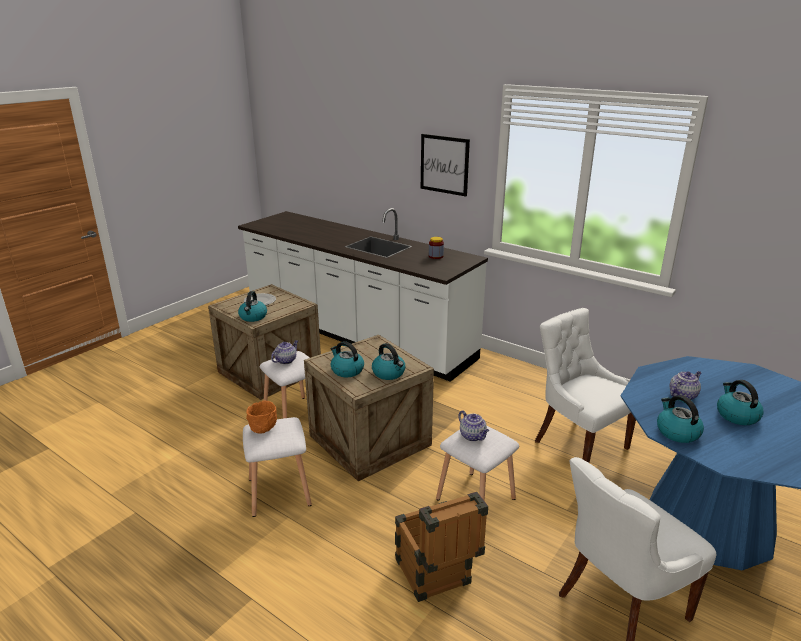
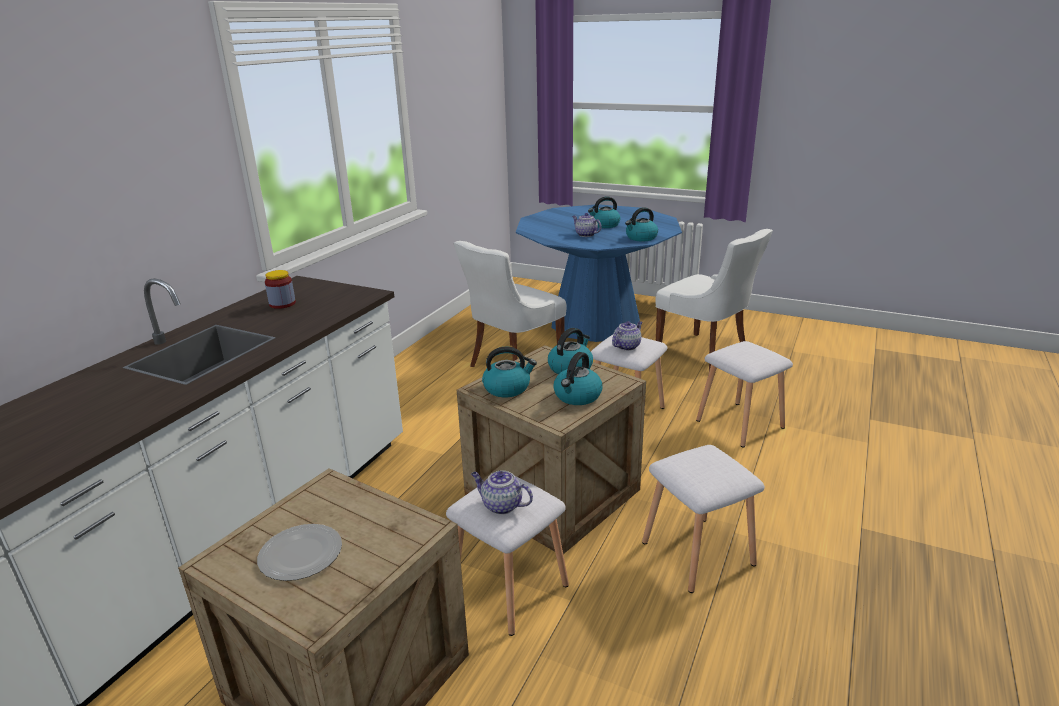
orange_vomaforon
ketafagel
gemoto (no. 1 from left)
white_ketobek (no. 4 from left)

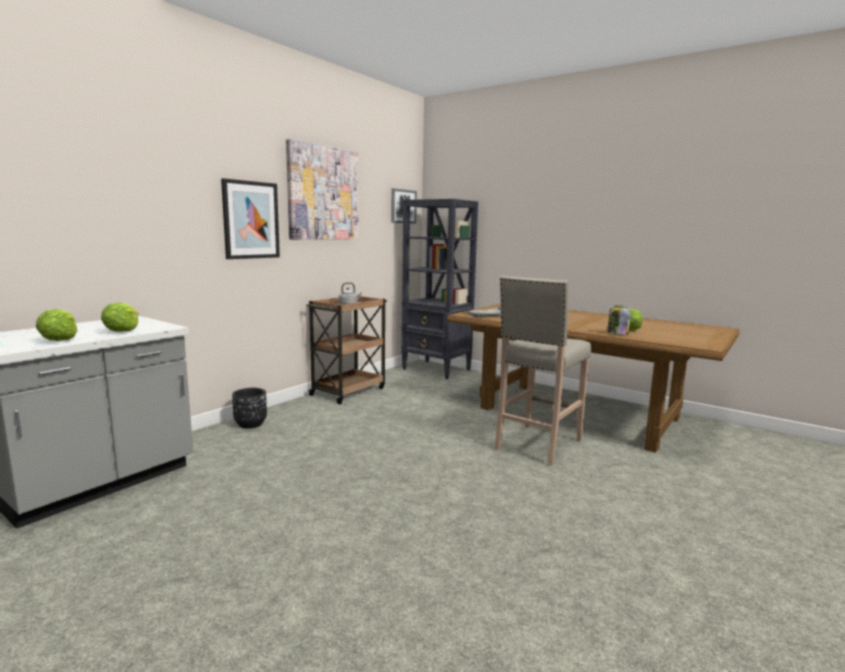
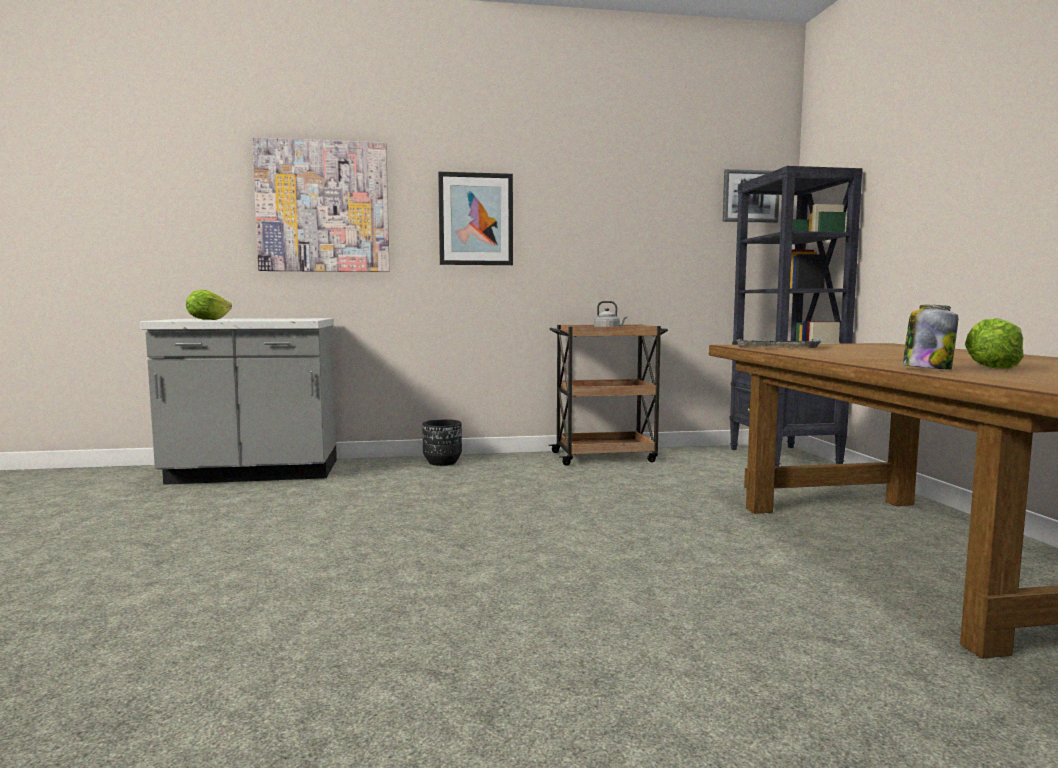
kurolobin (no. 2 from left in the first image)
beige_ketobek
ketafagel (no. 1 from left)

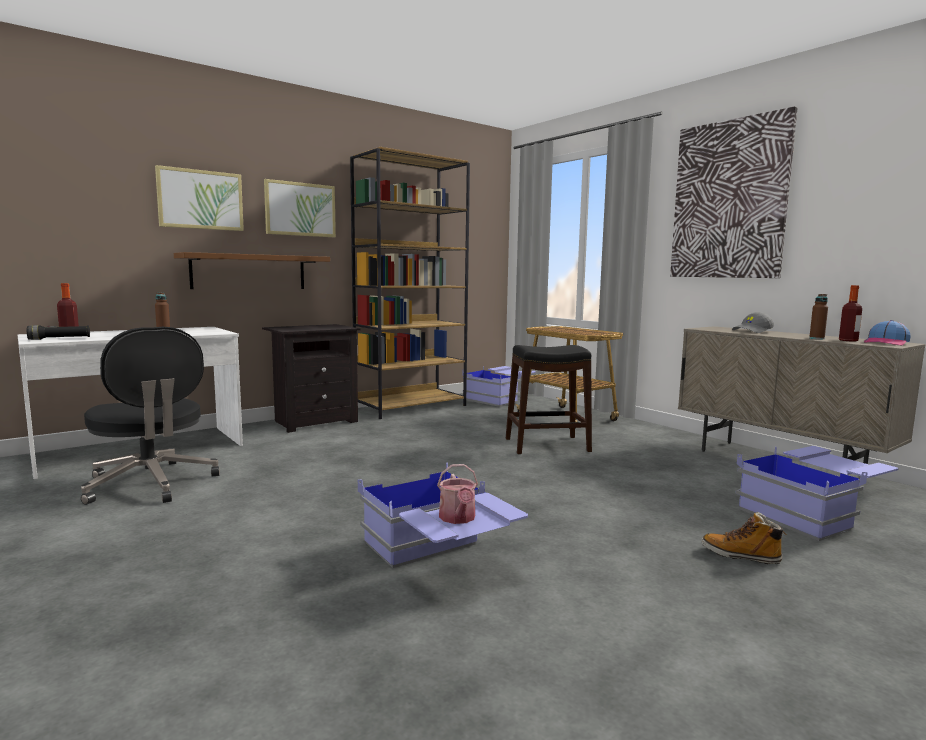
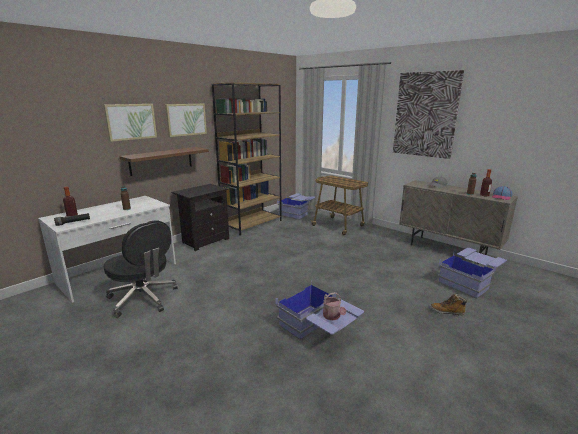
black_ketobek

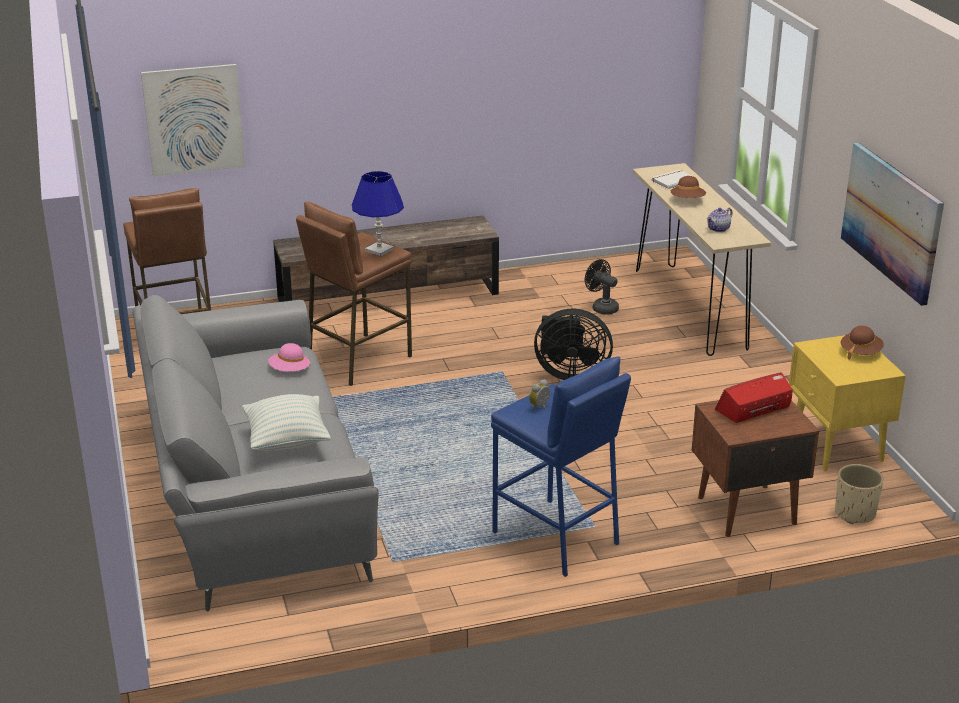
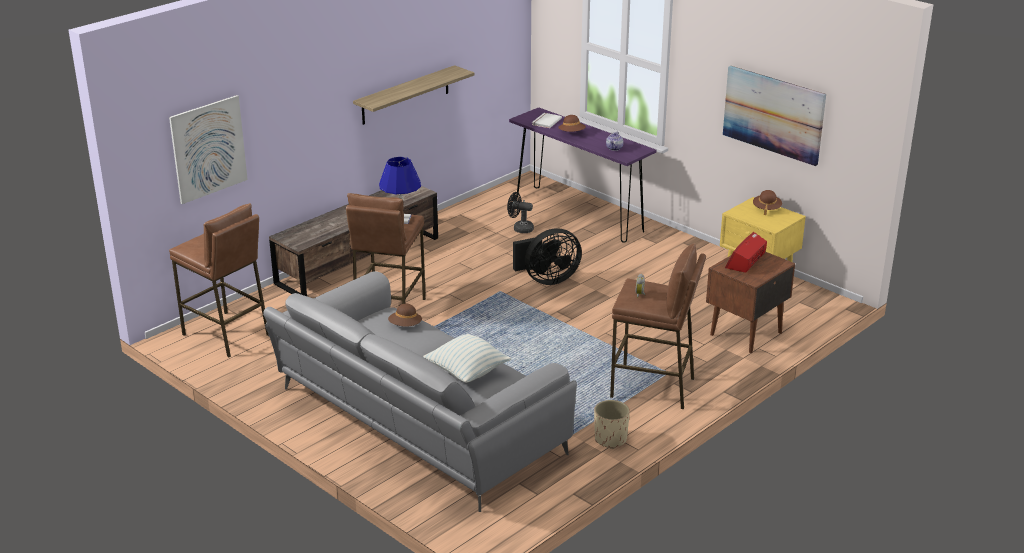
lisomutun
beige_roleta
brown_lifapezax (no. 1 from left)
brown_ketobek (no. 3 from left)
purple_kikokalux

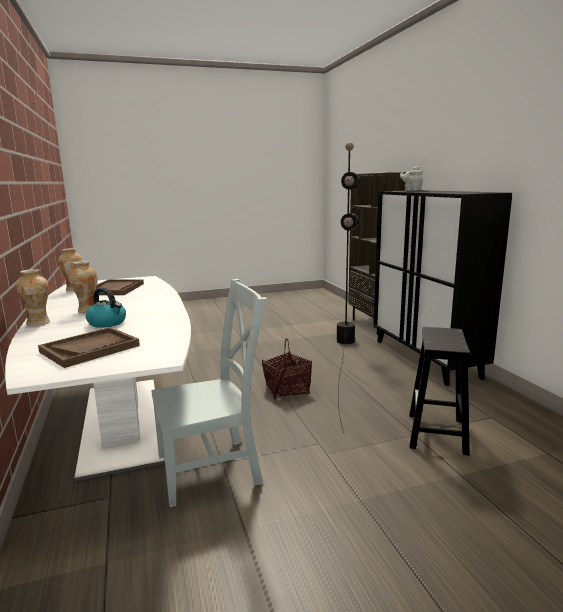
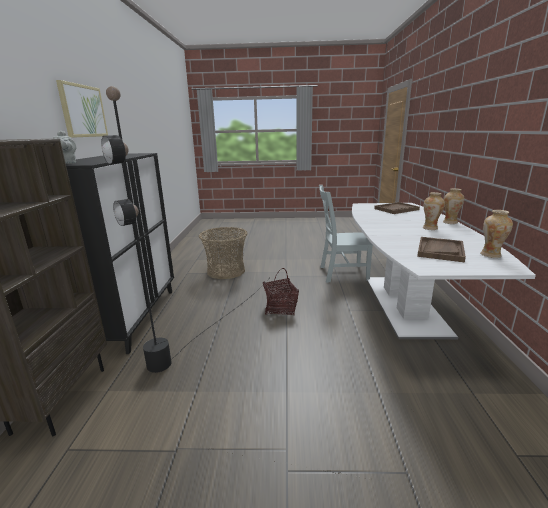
gemoto
ketafagel
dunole (no. 1 from left)

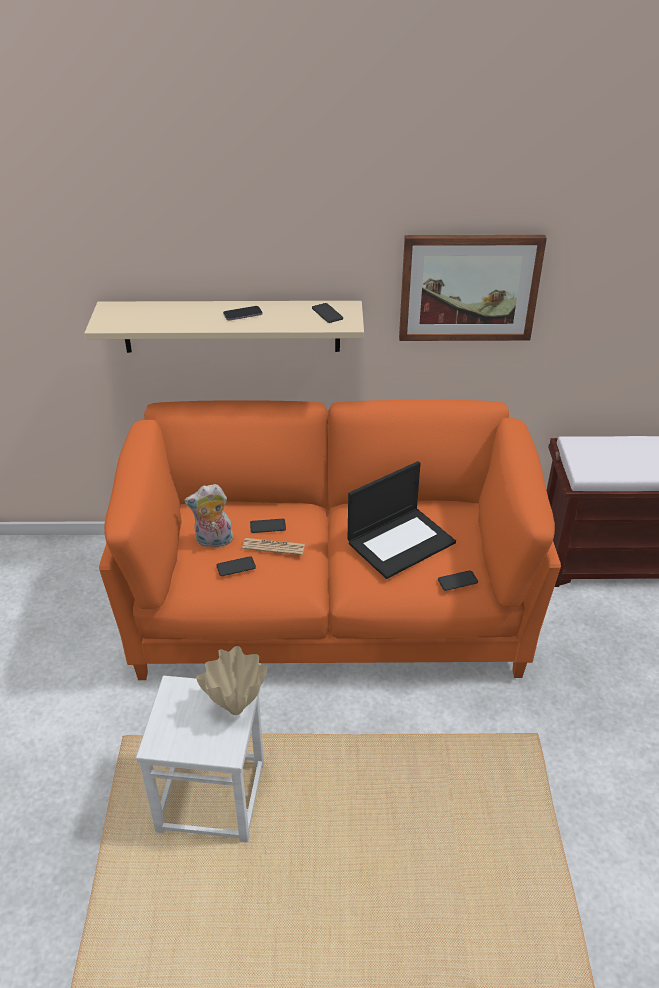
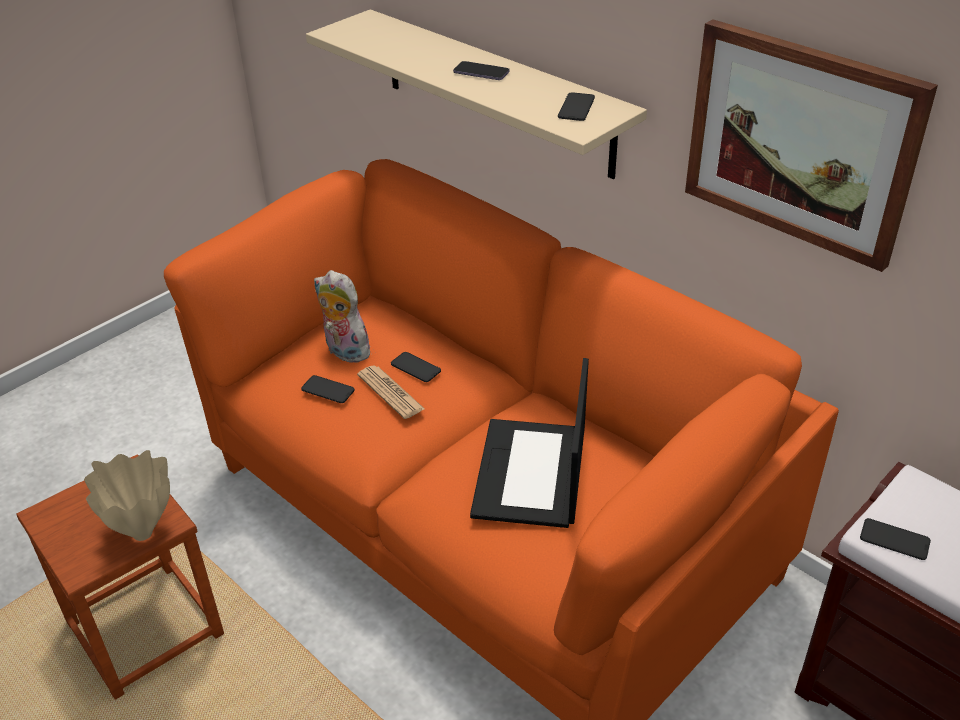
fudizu (no. 5 from left)
brown_ketobek
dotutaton

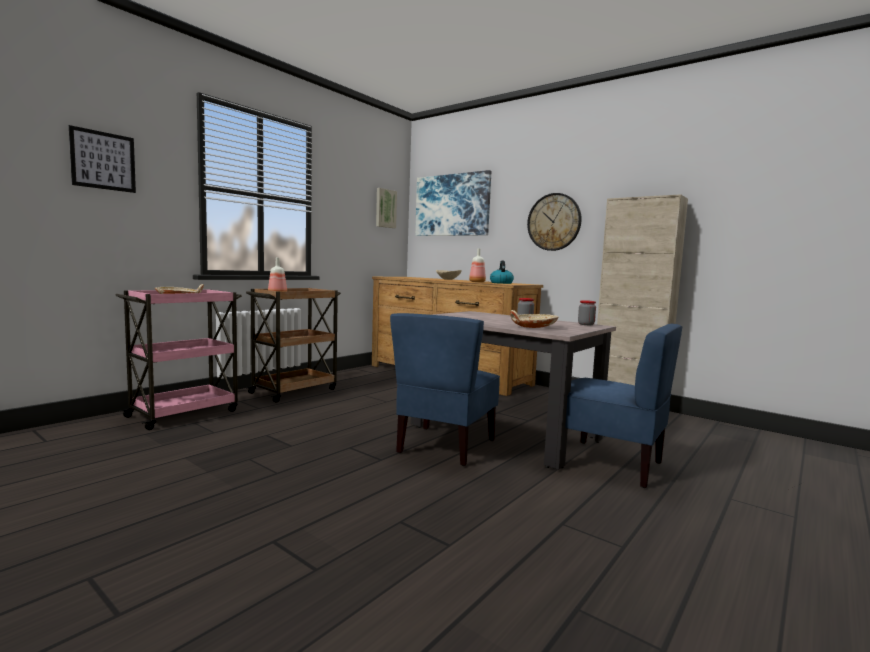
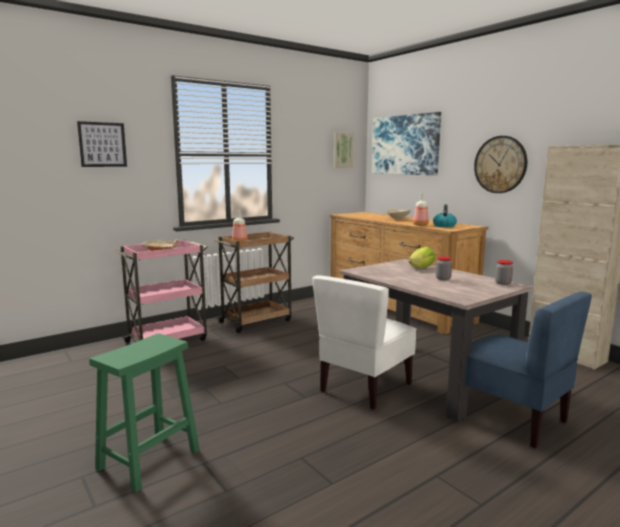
beige_vomaforon (no. 3 from left in the first image)
green_ketobek
kurolobin
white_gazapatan

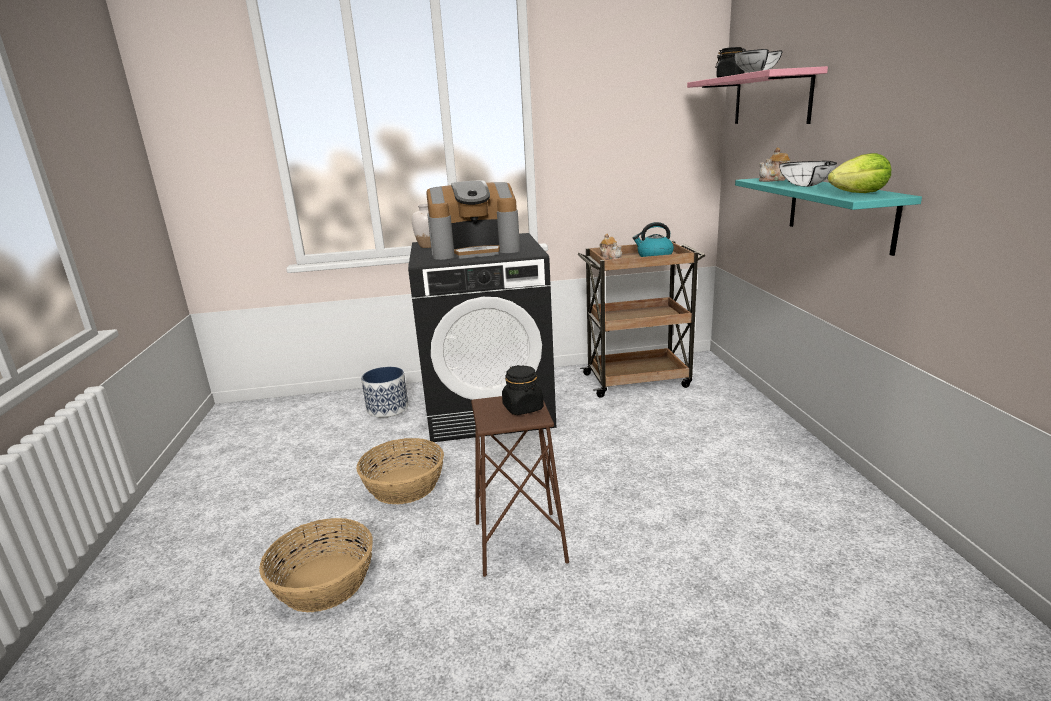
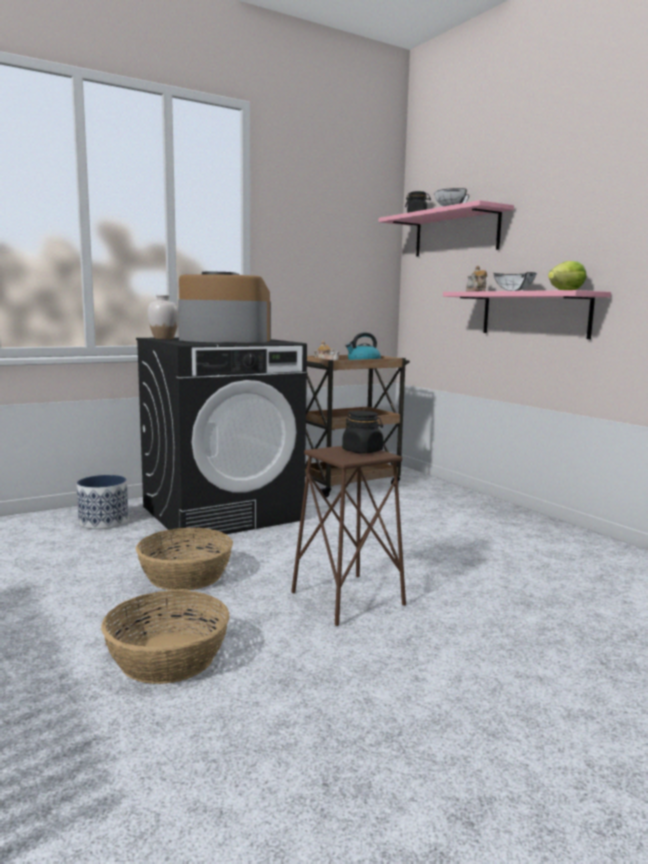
pink_lisomutun (no. 2 from left)
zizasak

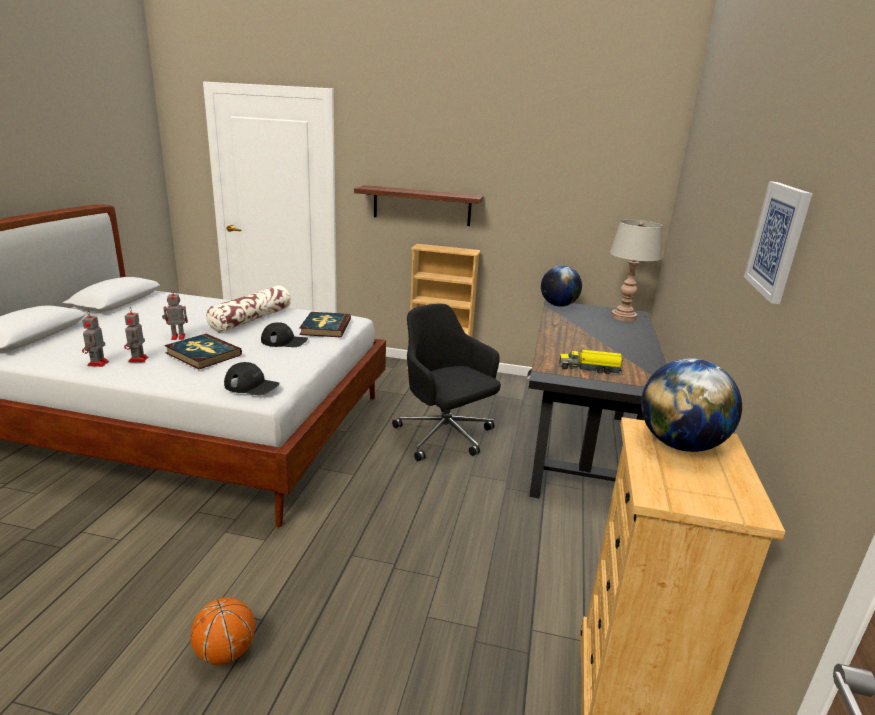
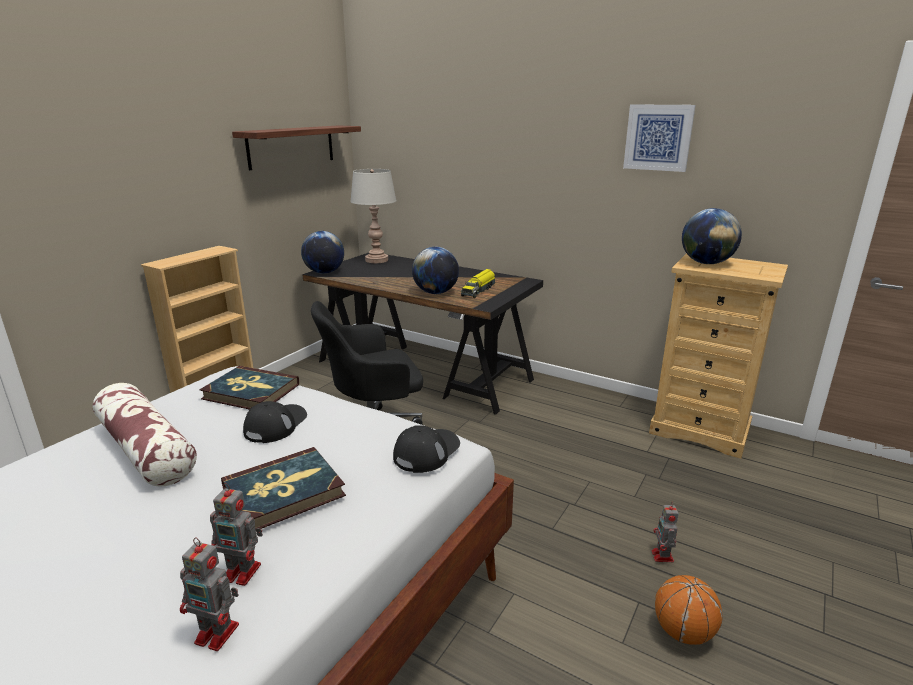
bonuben (no. 2 from left)
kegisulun (no. 3 from left)
lisomutun

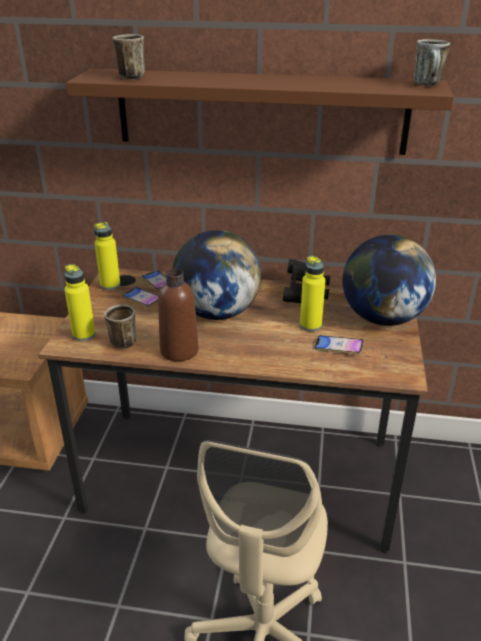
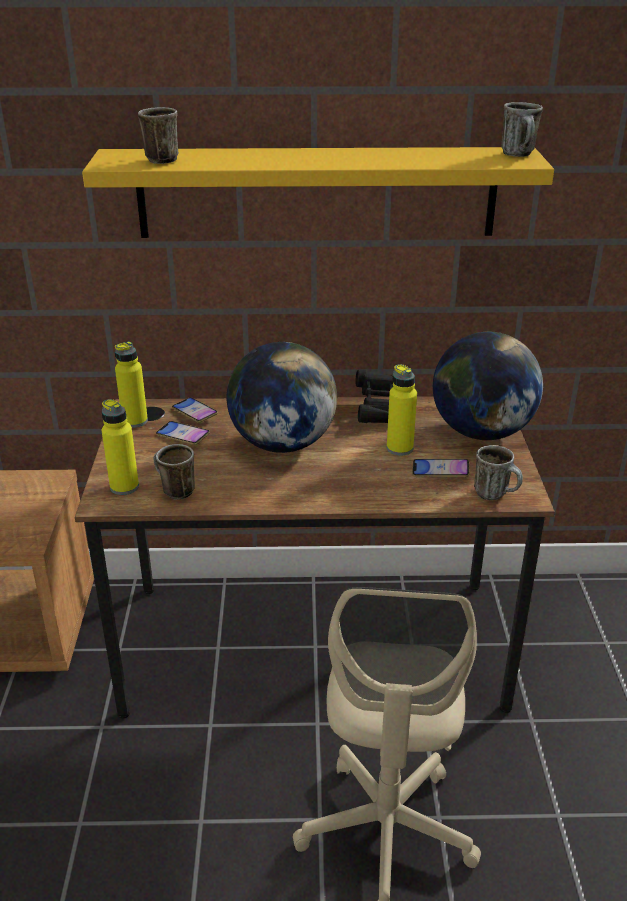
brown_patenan
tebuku (no. 3 from left)
yellow_lisomutun

